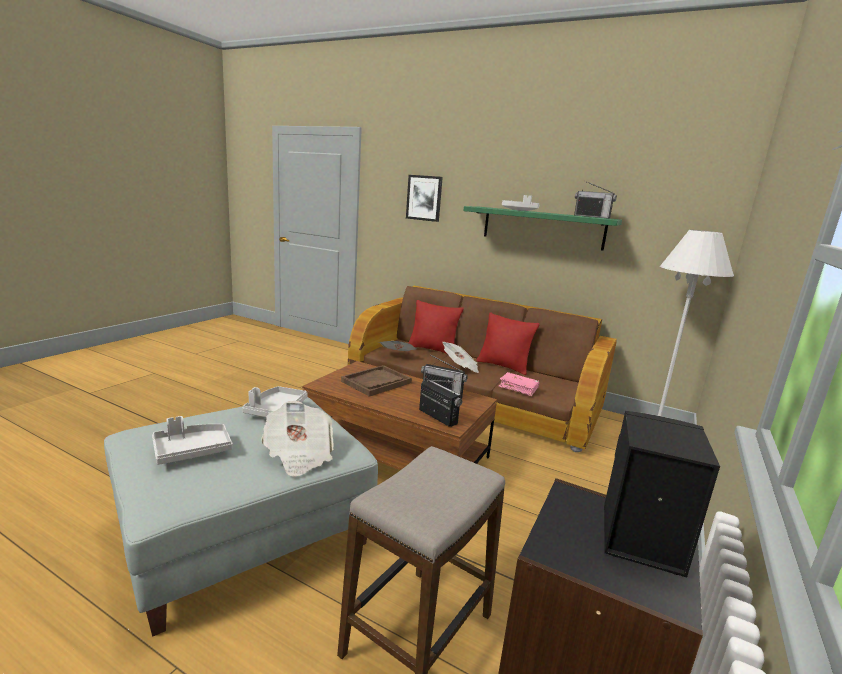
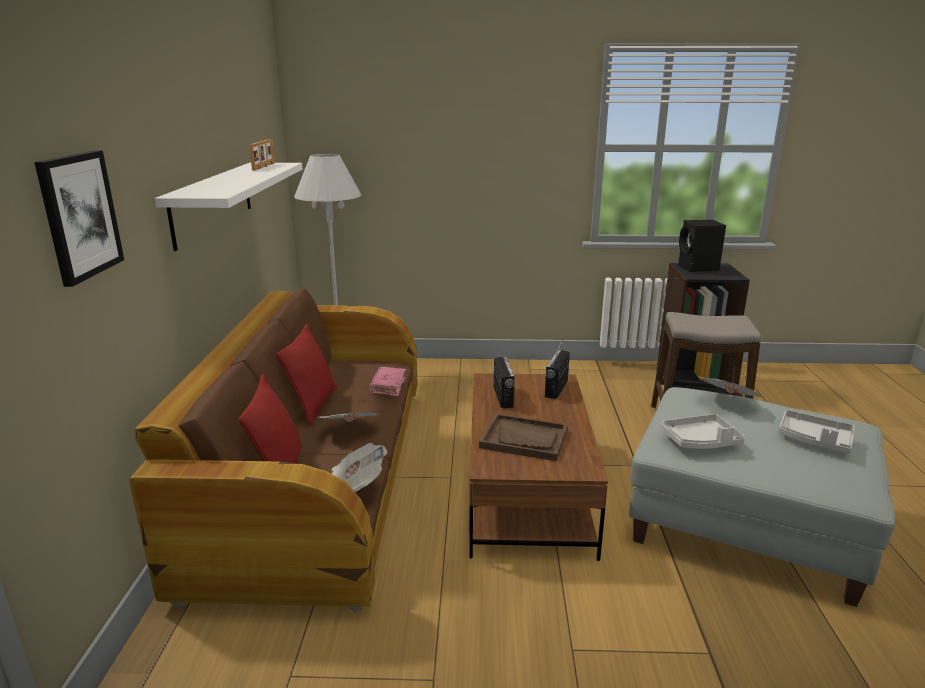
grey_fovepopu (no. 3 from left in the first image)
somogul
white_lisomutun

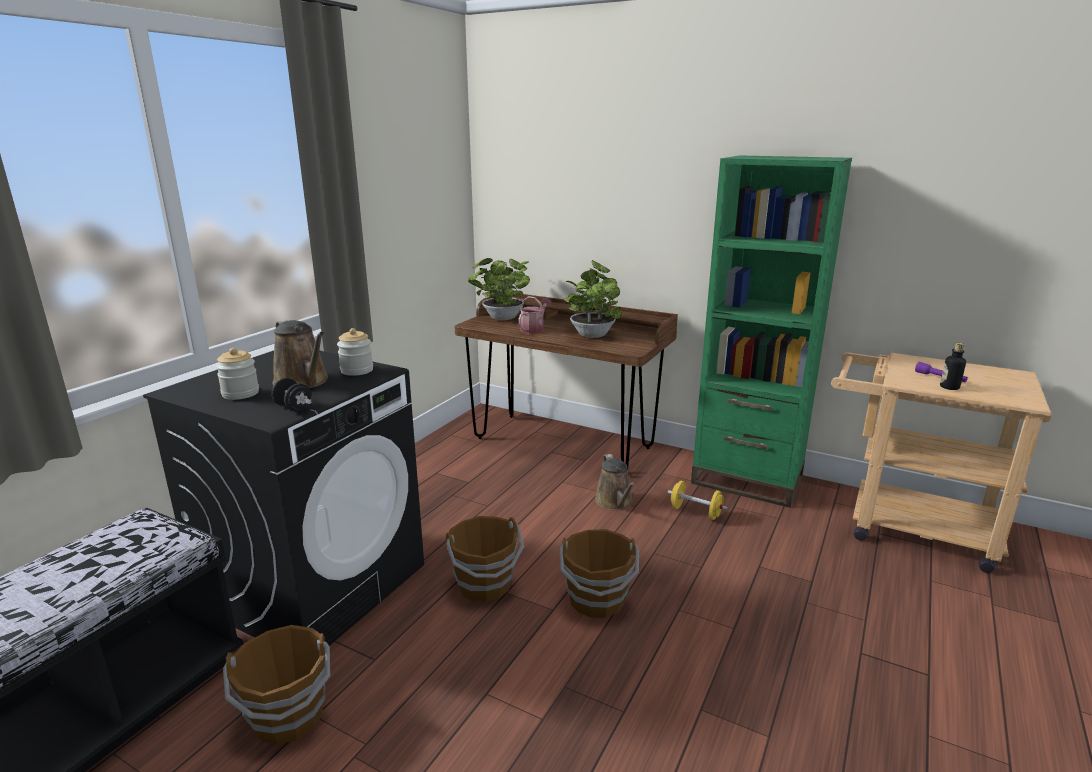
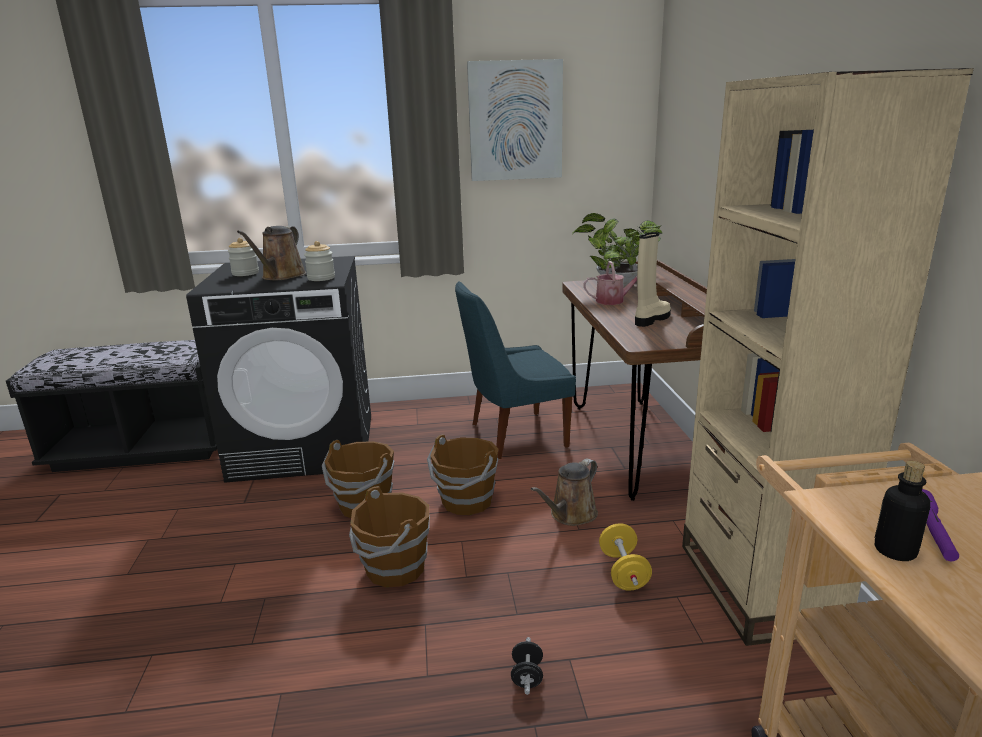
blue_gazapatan
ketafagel
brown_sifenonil (no. 3 from left)
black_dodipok
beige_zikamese
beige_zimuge

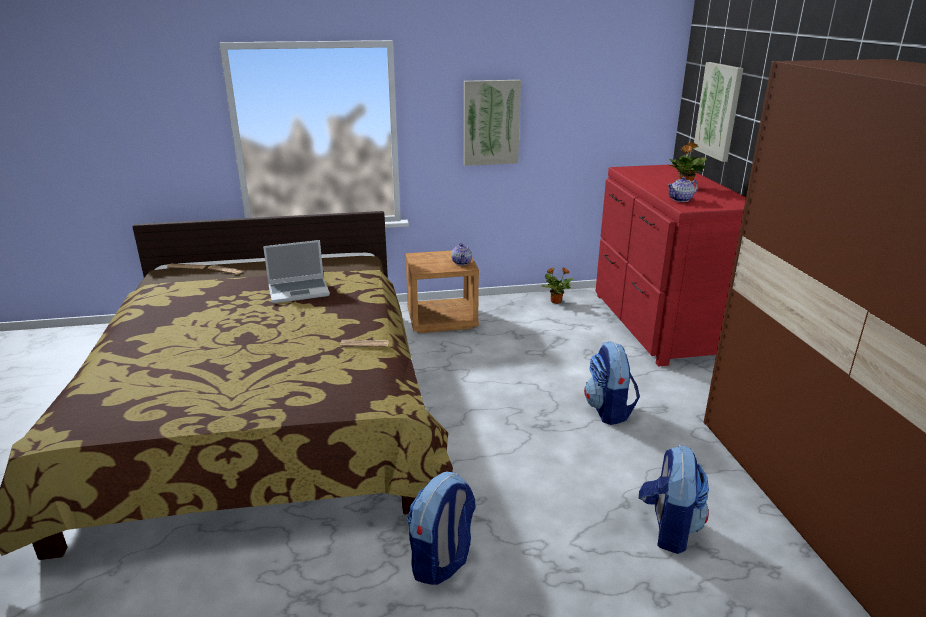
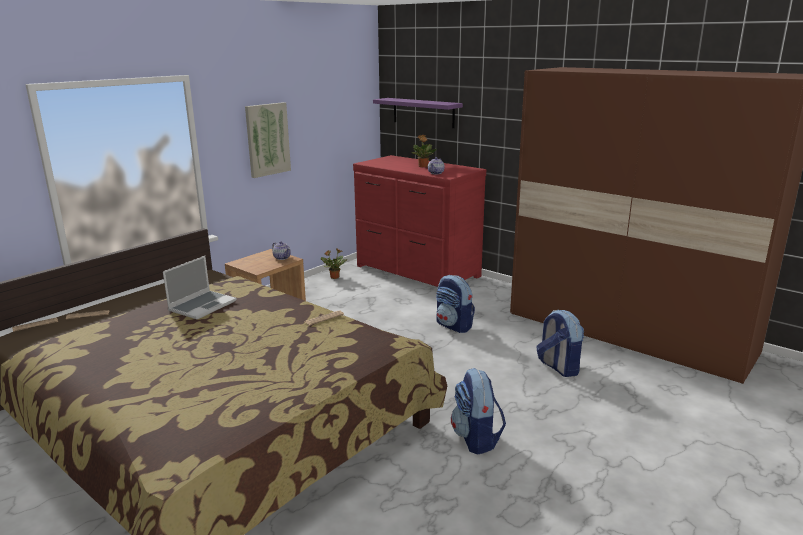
purple_lisomutun

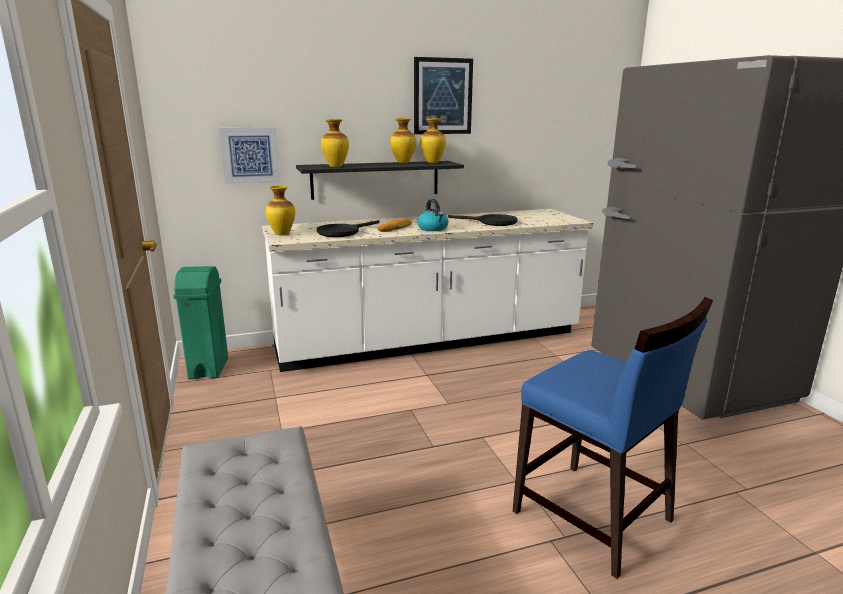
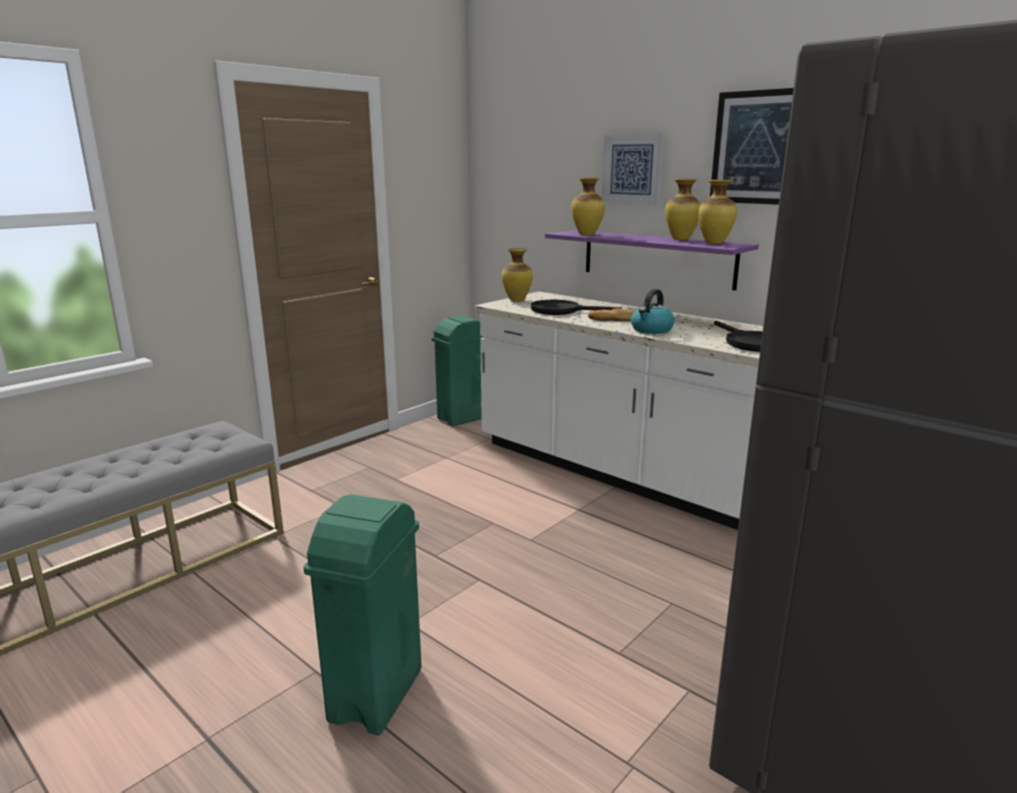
ketafagel (no. 1 from left)
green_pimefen (no. 1 from left)
purple_lisomutun

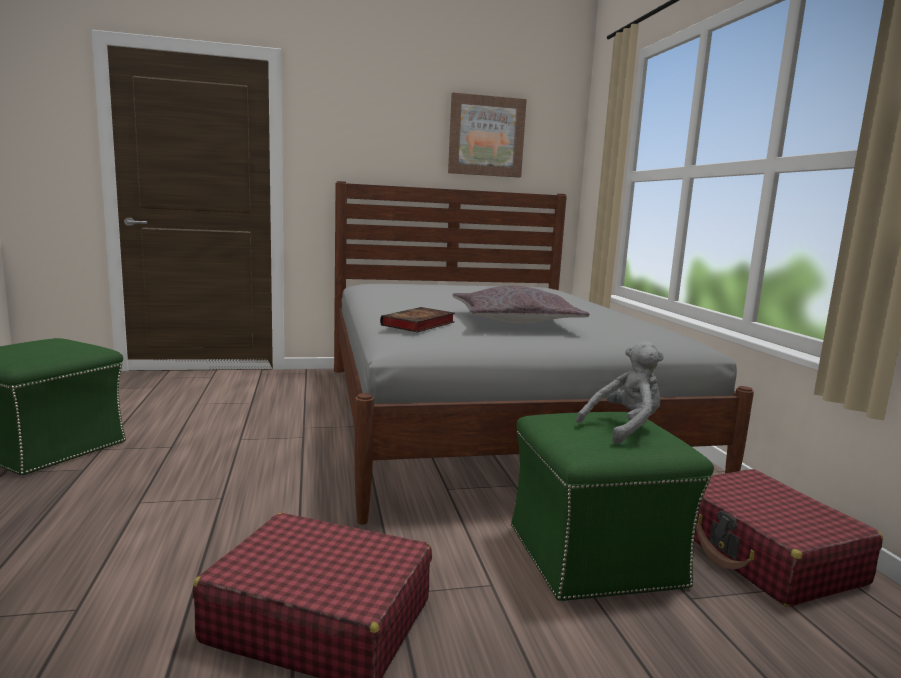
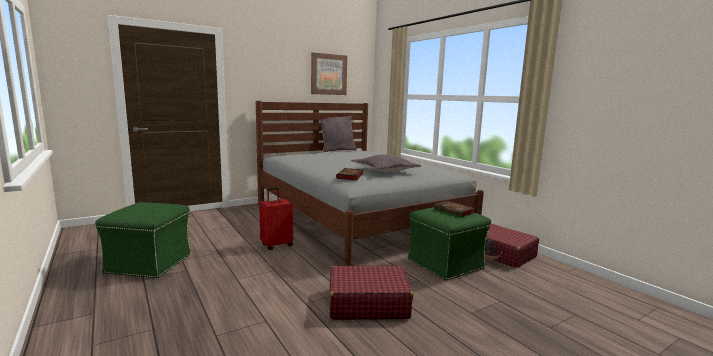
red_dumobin (no. 1 from left)
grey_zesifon (no. 1 from left)
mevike (no. 2 from left)

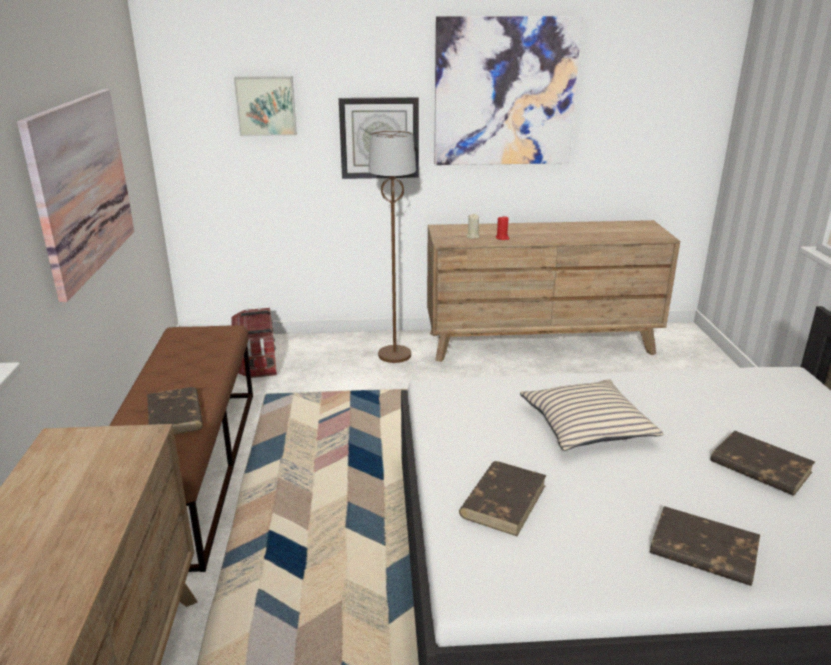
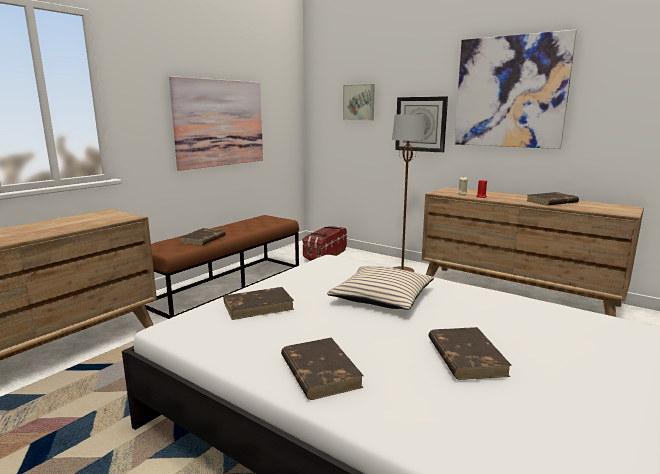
brown_mevike (no. 5 from left)

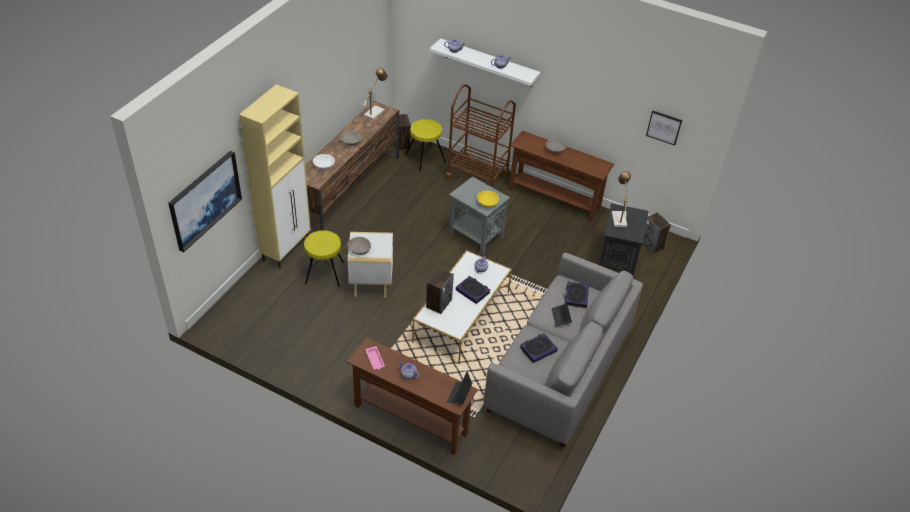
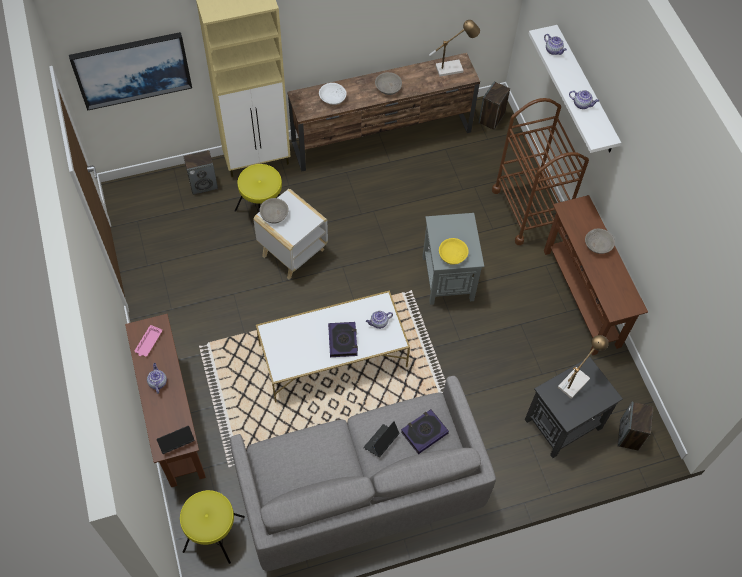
mevike (no. 2 from left in the first image)
ketafagel (no. 2 from left in the first image)
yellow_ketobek (no. 1 from left)
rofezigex (no. 1 from left)

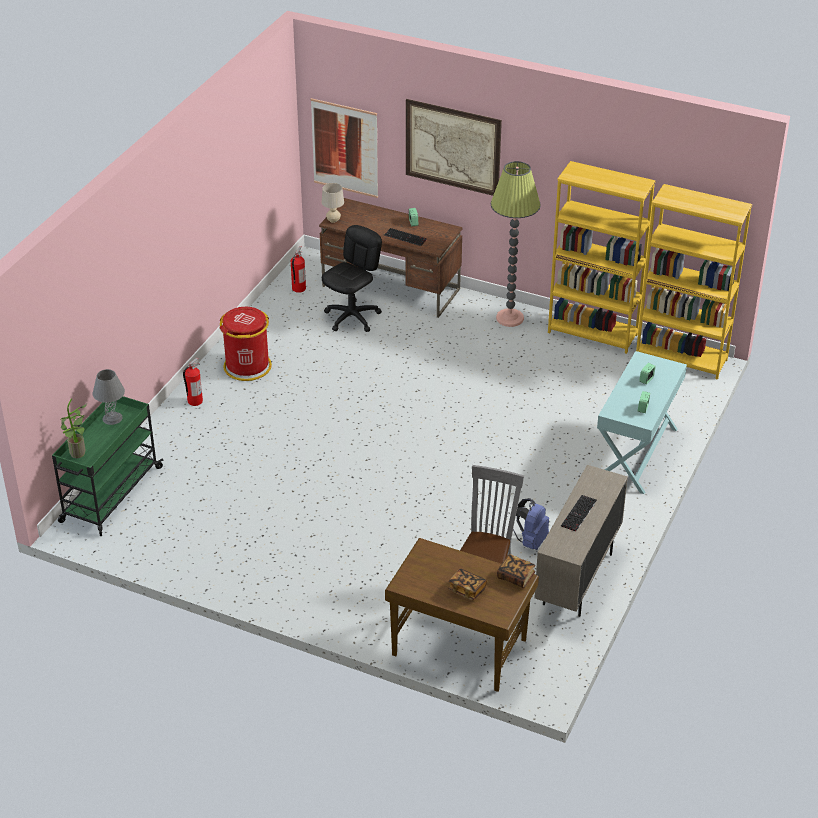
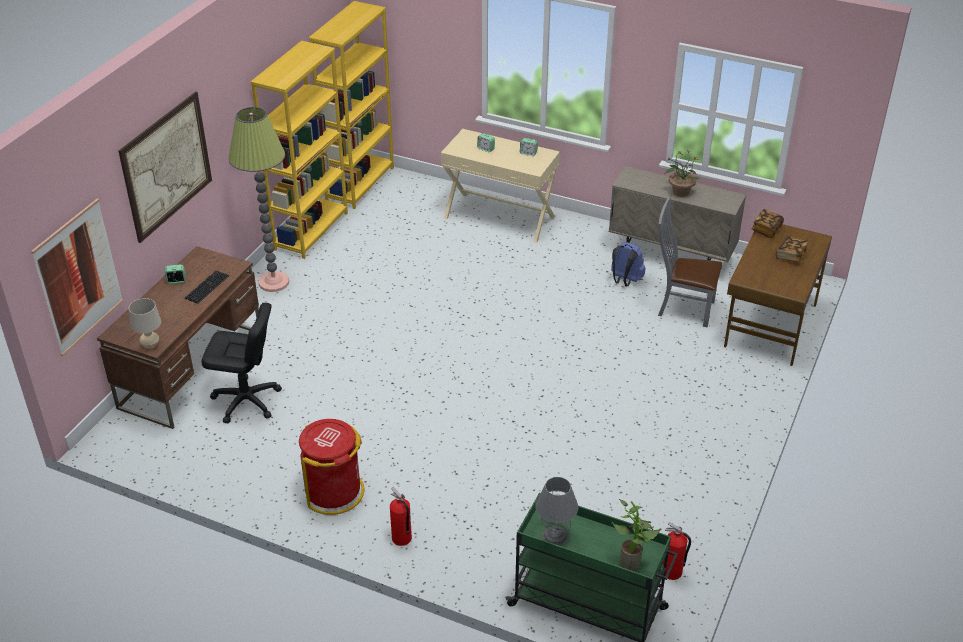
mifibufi (no. 2 from left)
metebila (no. 2 from left)
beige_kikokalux
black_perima

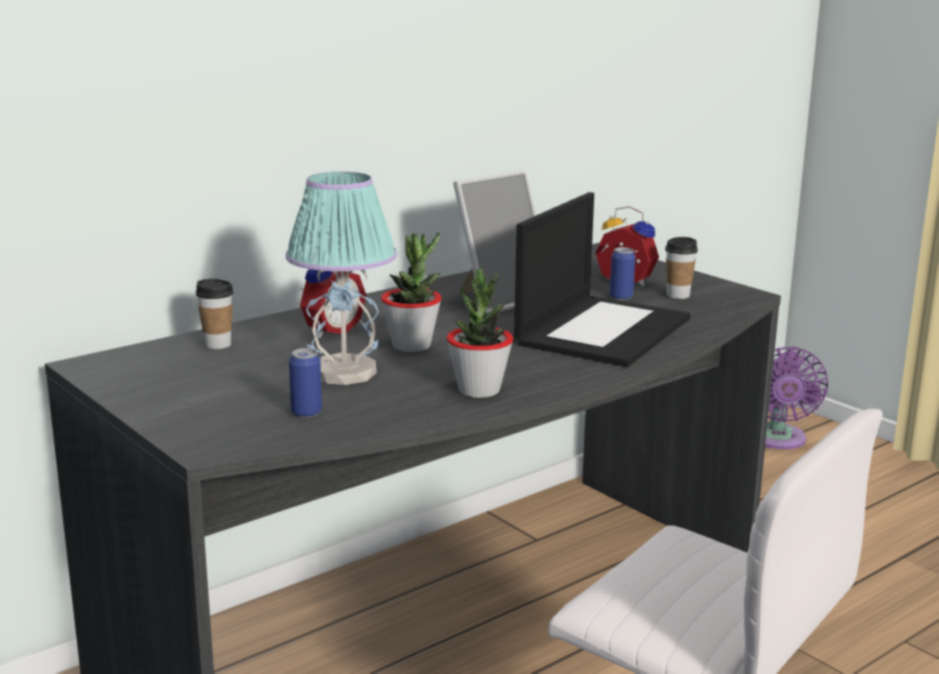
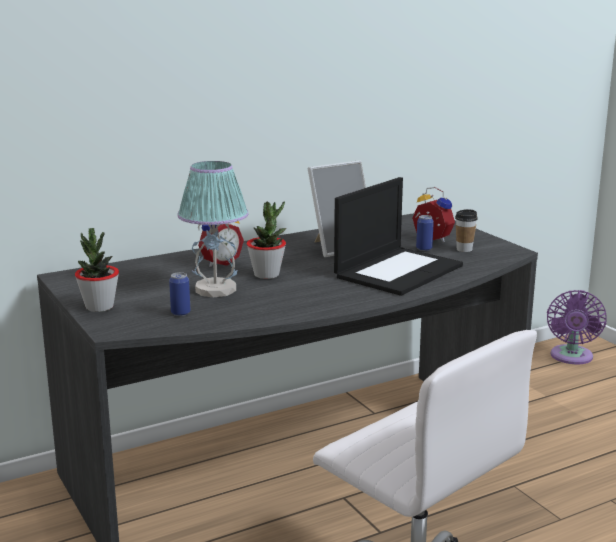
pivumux (no. 1 from left in the first image)
metebila (no. 1 from left)

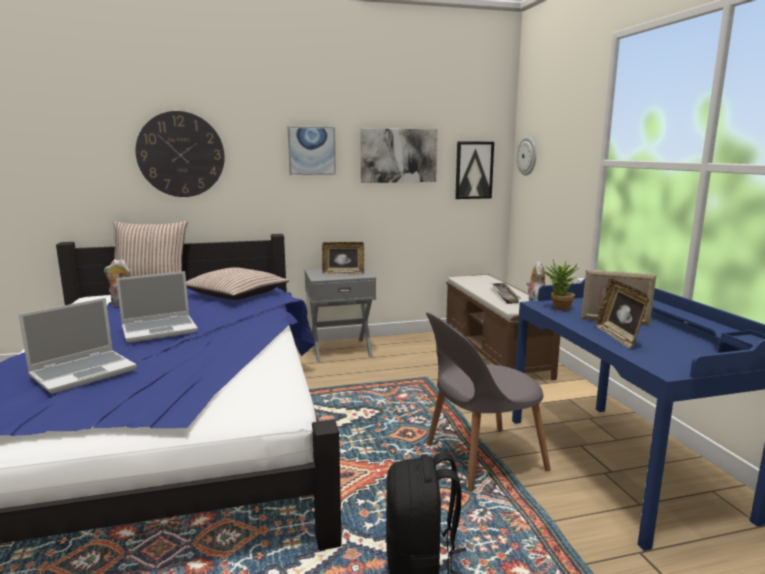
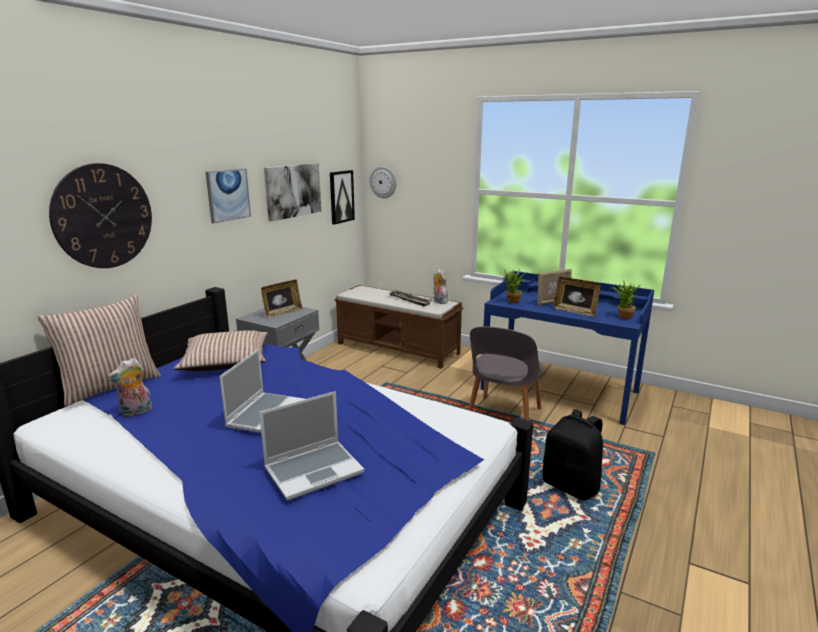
metebila (no. 2 from left)
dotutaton (no. 2 from left)

